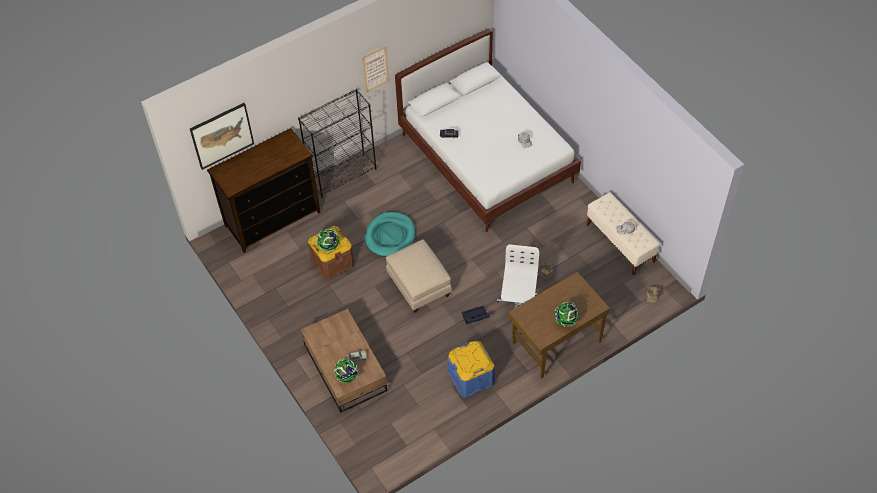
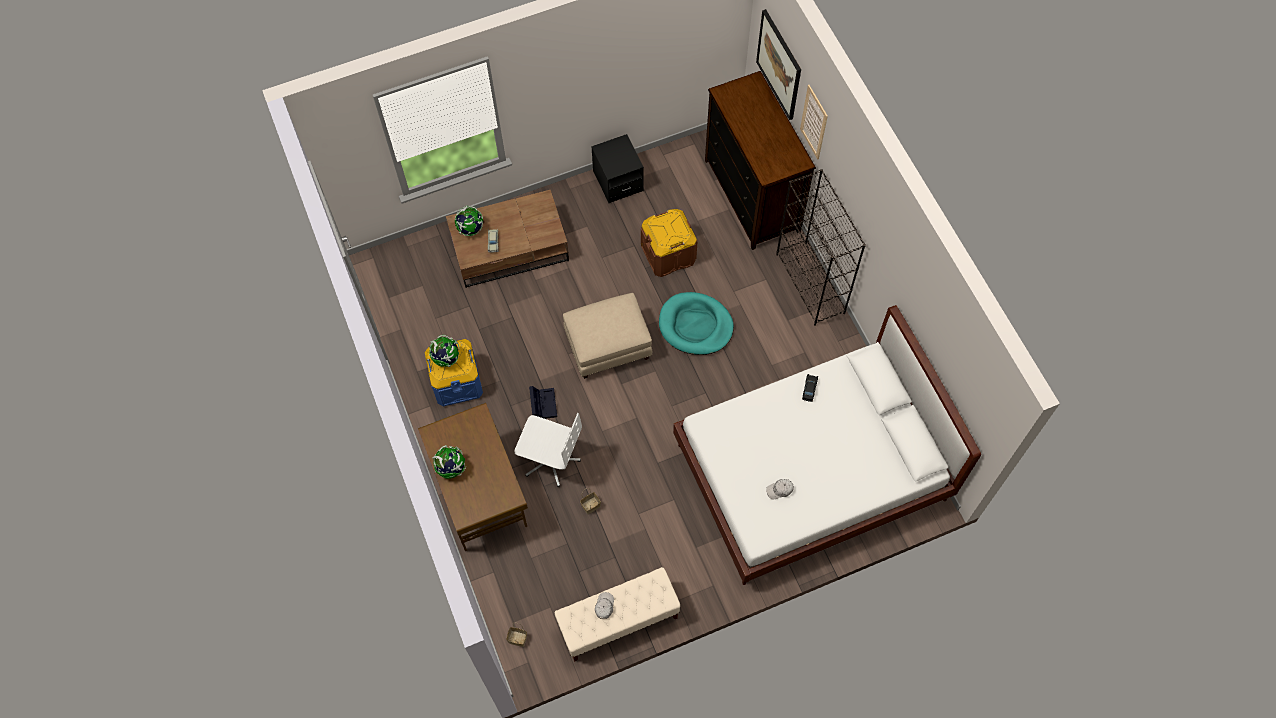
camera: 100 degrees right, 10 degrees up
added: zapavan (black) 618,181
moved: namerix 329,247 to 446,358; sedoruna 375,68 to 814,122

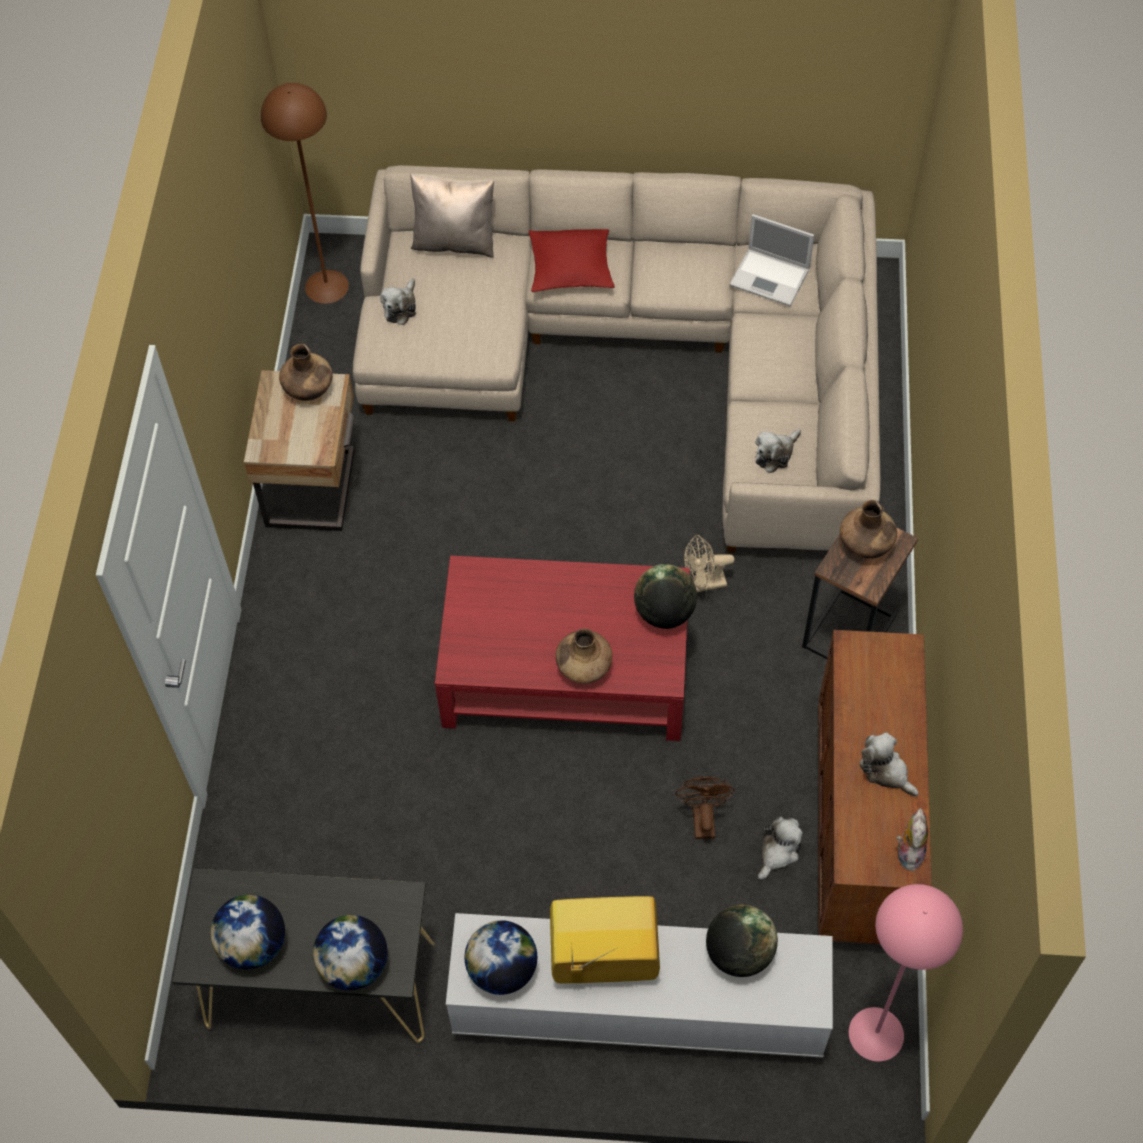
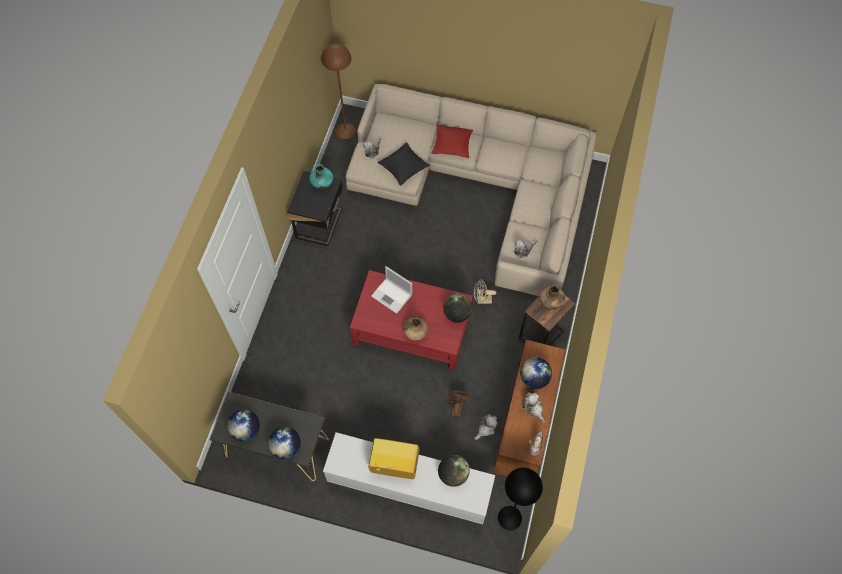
camera: 10 degrees right, 5 degrees up
removed: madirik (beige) 455,241
added: madirik (black) 403,167
moved: namerix 502,969 to 534,378; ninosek 771,277 to 392,295
recoloured: zapavan (beige) 314,488 to zapavan (black) 320,224; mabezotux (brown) 309,390 to mabezotux (turquoise) 322,183; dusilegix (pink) 875,1033 to dusilegix (black) 509,517

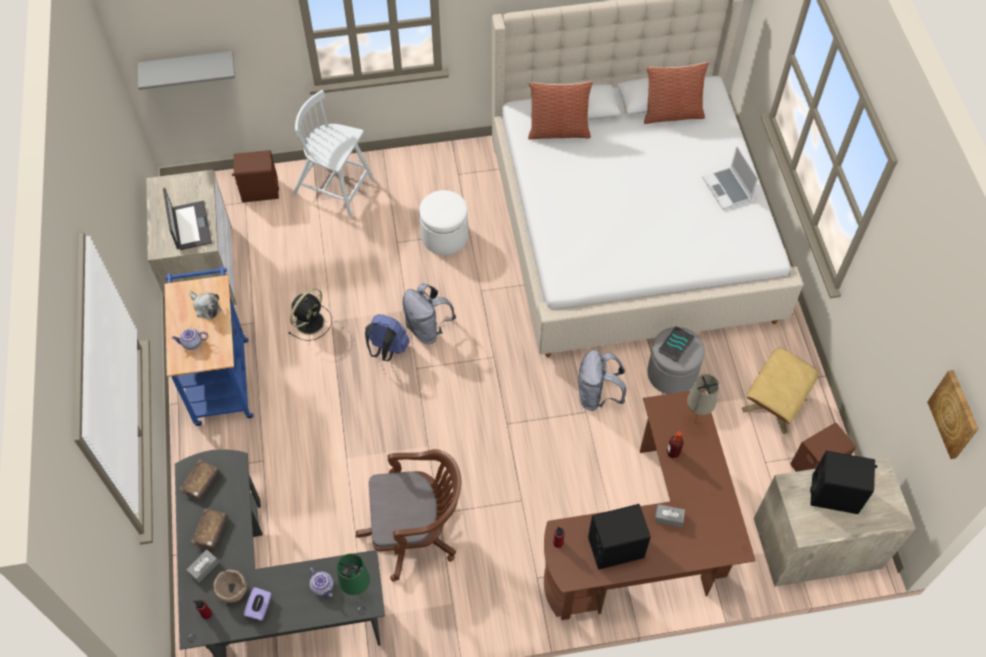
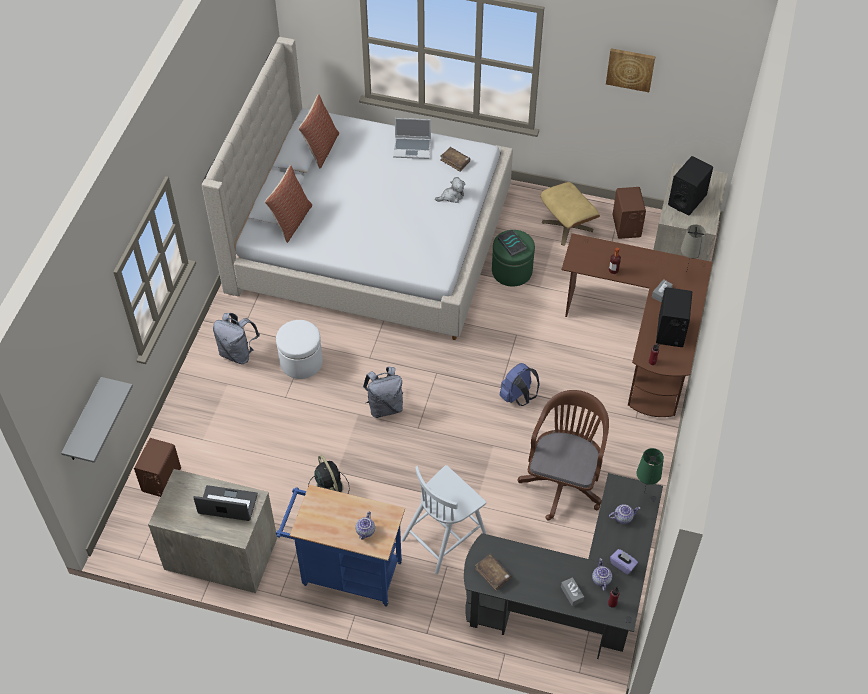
camera: 65 degrees left, 5 degrees down
moved: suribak 206,307 to 451,196; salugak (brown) 211,531 to 455,161; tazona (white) 334,187 to 444,535; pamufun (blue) 387,350 to 518,397; pamufun (grey) 597,396 to 238,353; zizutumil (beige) 693,425 to 685,275; sedoruna 955,414 to 630,69
replaced: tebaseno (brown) 232,591 to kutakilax 600,579
recoloured: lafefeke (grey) 672,373 to lafefeke (green) 512,271

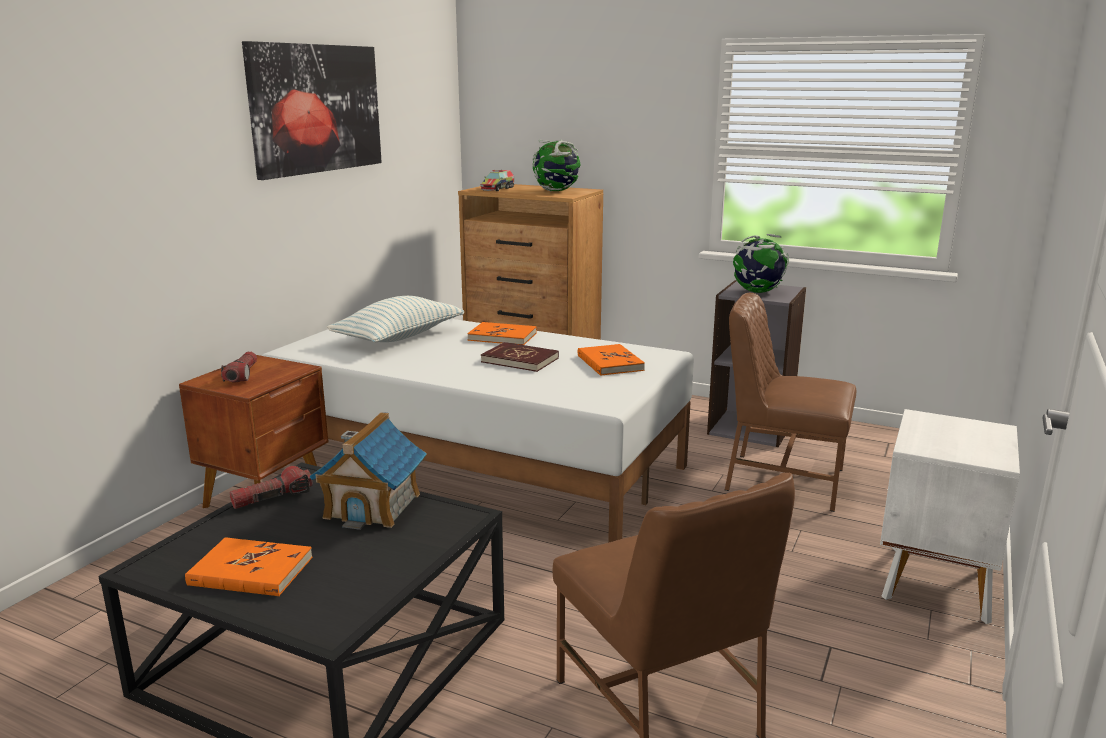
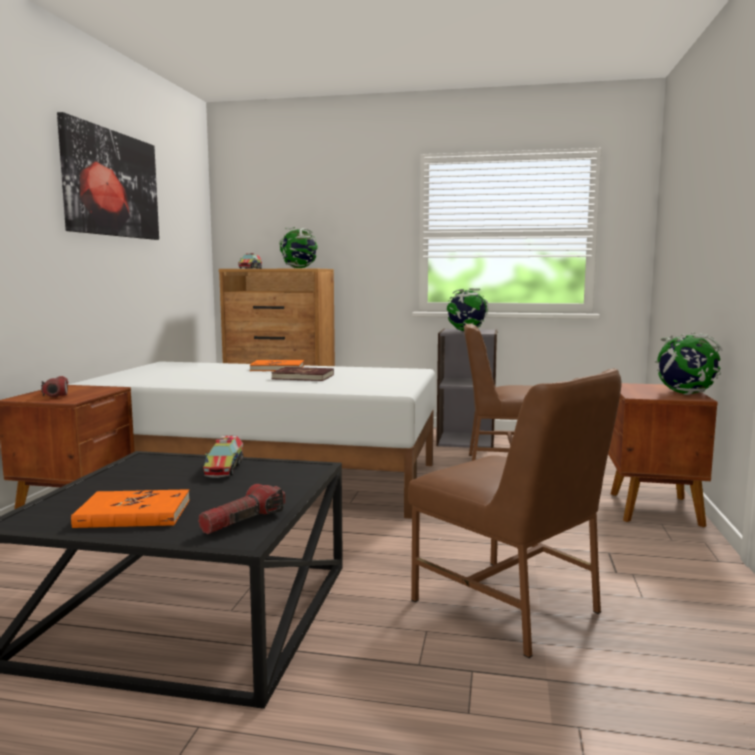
camera: 15 degrees left, 10 degrees down
removed: madirik 399,337; salugak (orange) 609,363
added: namerix 685,393
moved: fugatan 272,498 to 243,521
replaced: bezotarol 373,505 to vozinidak 224,468
recoloured: zapavan (white) 934,583 to zapavan (brown) 653,509

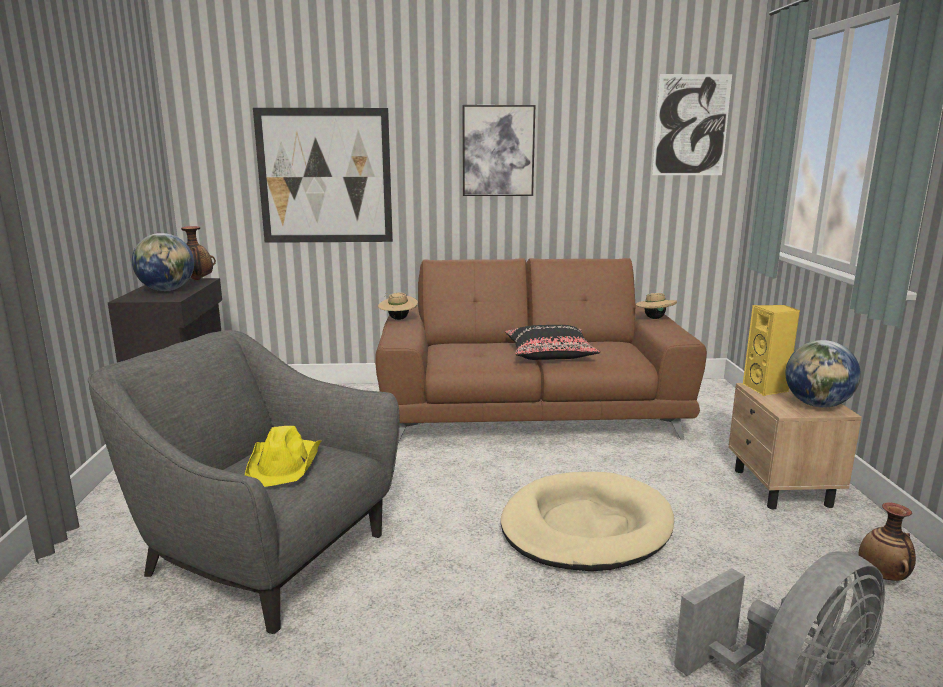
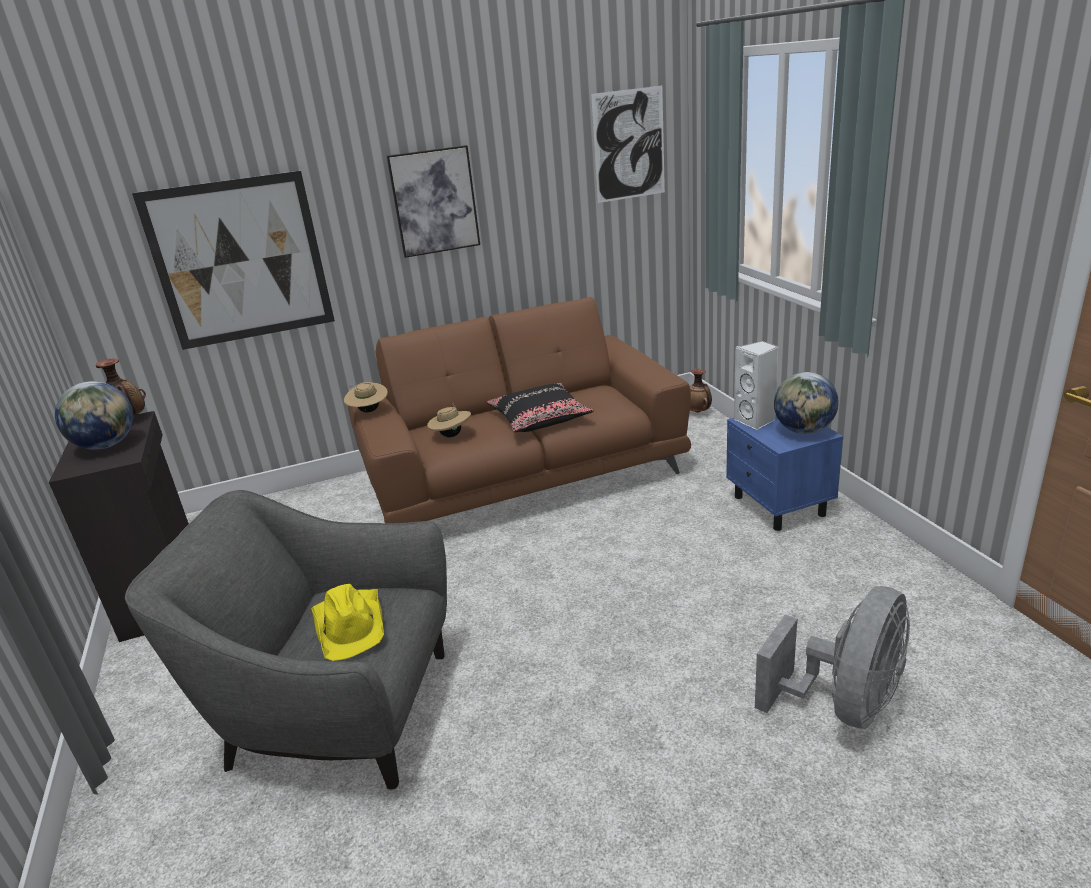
camera: 15 degrees left, 10 degrees up
removed: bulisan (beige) 585,527
moved: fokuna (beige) 654,318 to 451,435; mabezotux 882,577 to 698,412
recoloured: zapavan (beige) 781,488 to zapavan (blue) 779,506; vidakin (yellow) 766,389 to vidakin (white) 756,421

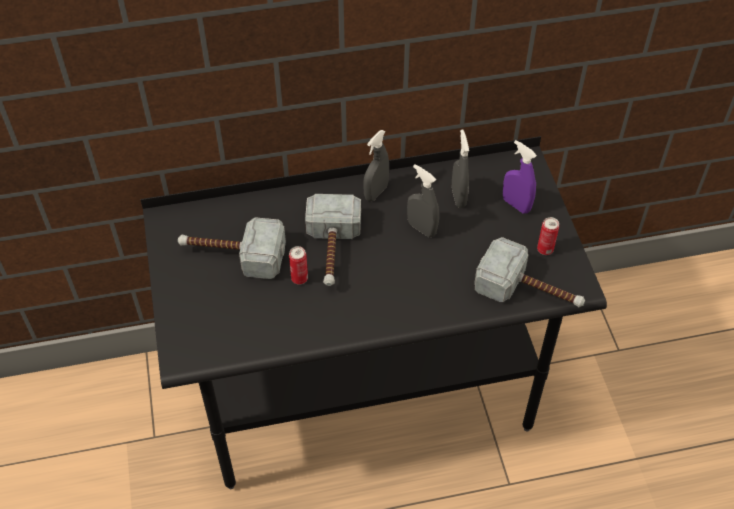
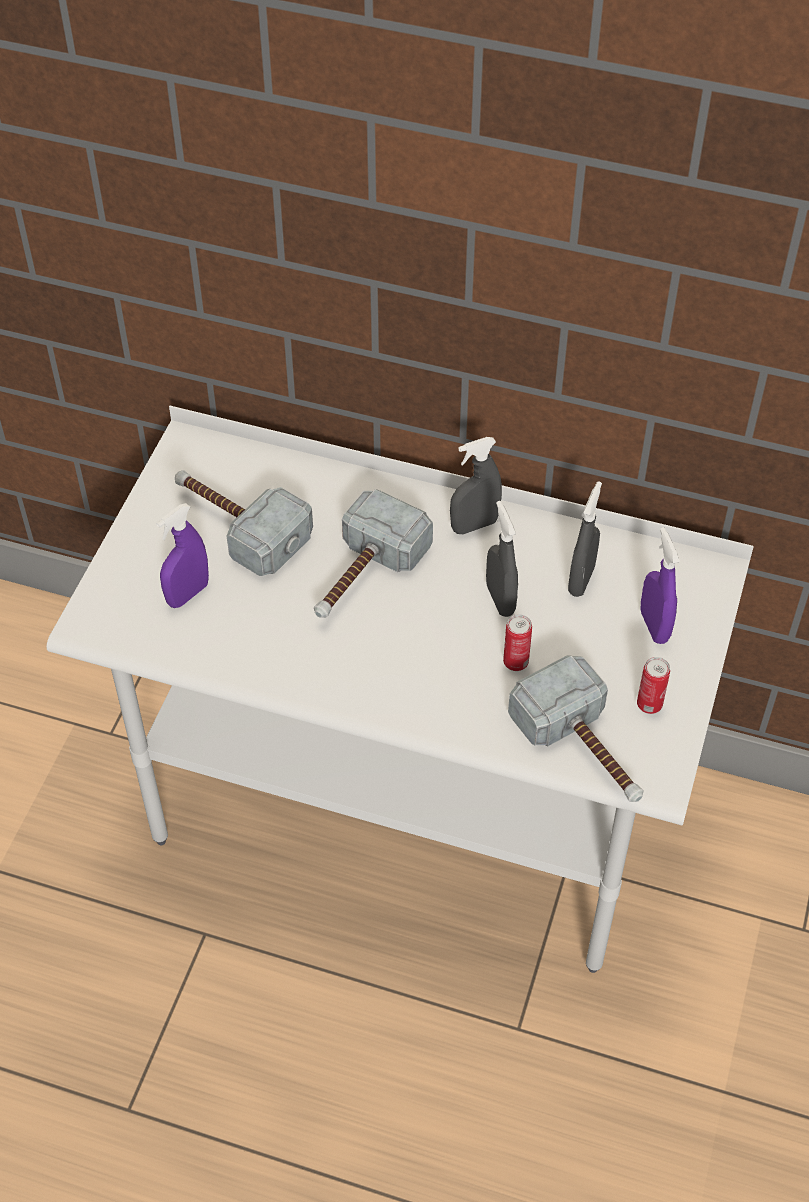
camera: 30 degrees right, 0 degrees up
added: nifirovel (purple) 188,594
moved: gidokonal 299,278 to 515,662
recoloured: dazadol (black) 366,395 to dazadol (white) 405,813

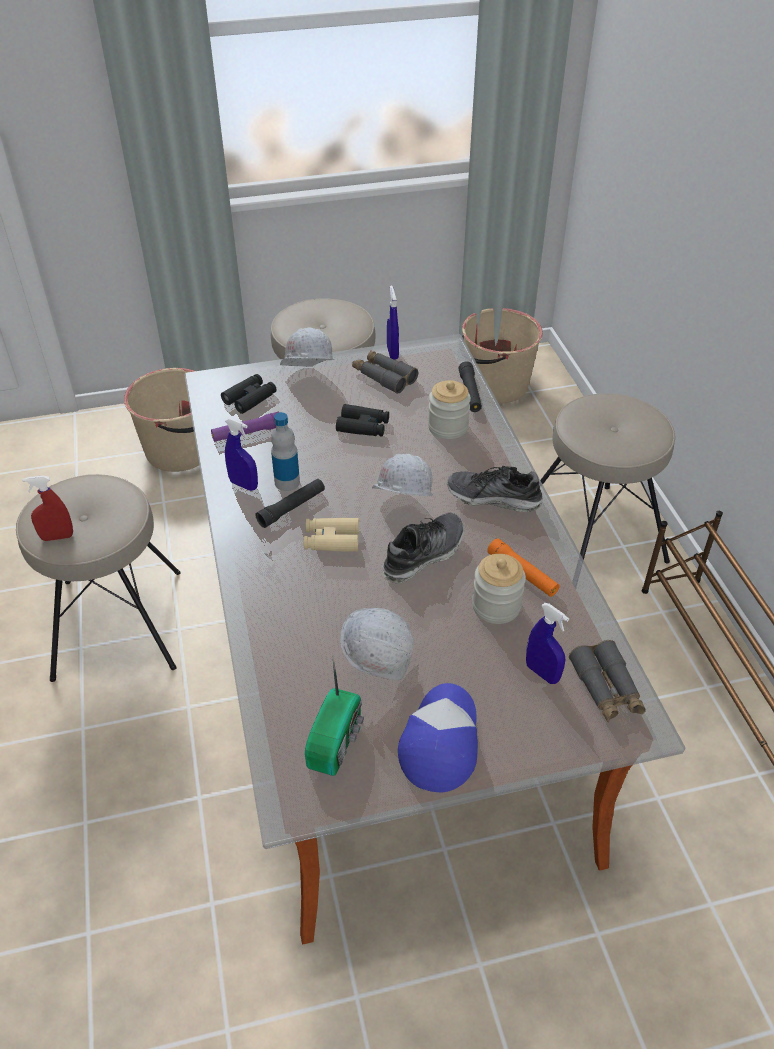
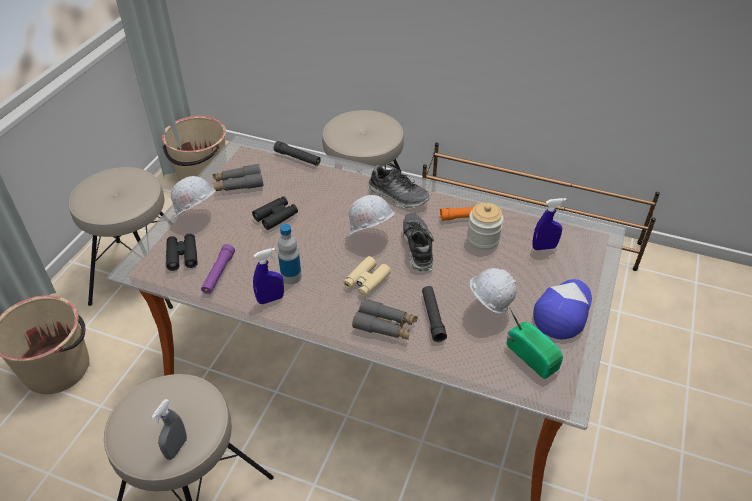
camera: 55 degrees left, 0 degrees up
removed: nifirovel (blue) 392,353; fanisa 448,427
moved: fugatan (black) 292,508 to 433,317; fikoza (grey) 606,688 to 385,325
recoloured: nifirovel (red) 57,537 to nifirovel (grey) 176,448
turned: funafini 440,741 = 563,311 75 degrees clockwise; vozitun 493,498 = 398,196 105 degrees counterclockwise

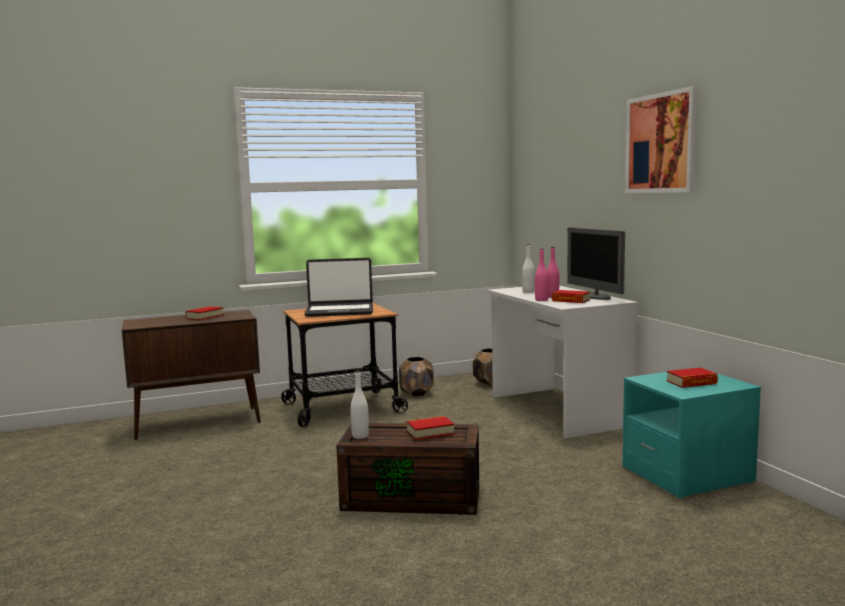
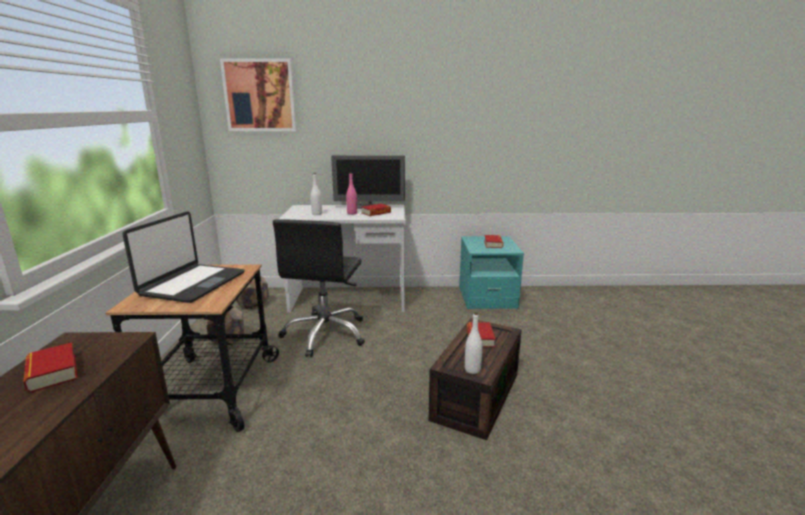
camera: 70 degrees left, 10 degrees up
removed: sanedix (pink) 541,300
added: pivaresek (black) 325,334
moved: sedoruna 662,143 to 260,95

